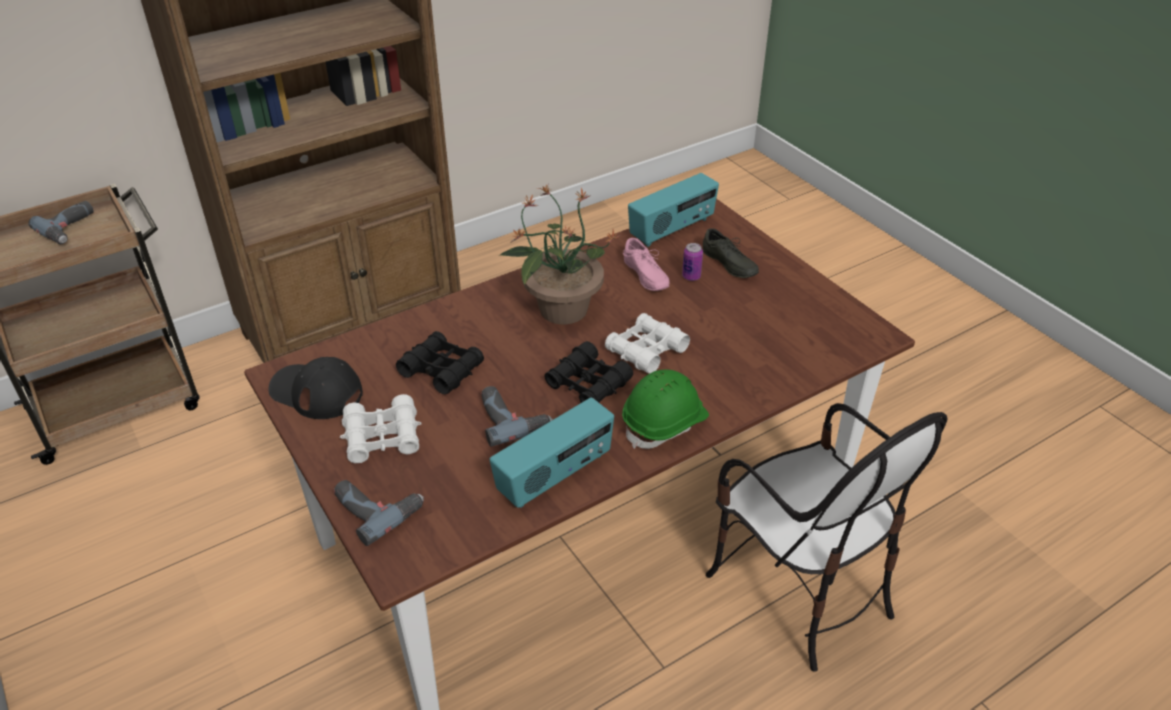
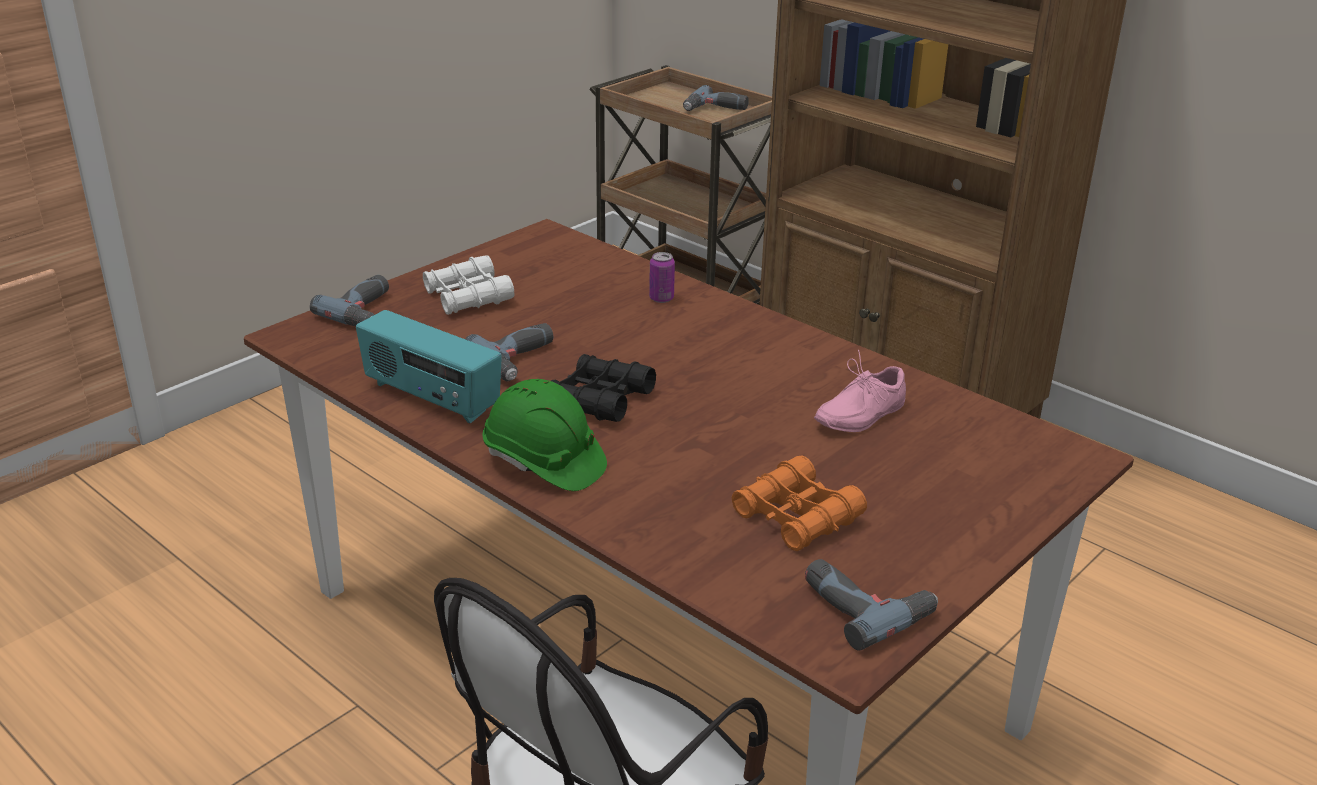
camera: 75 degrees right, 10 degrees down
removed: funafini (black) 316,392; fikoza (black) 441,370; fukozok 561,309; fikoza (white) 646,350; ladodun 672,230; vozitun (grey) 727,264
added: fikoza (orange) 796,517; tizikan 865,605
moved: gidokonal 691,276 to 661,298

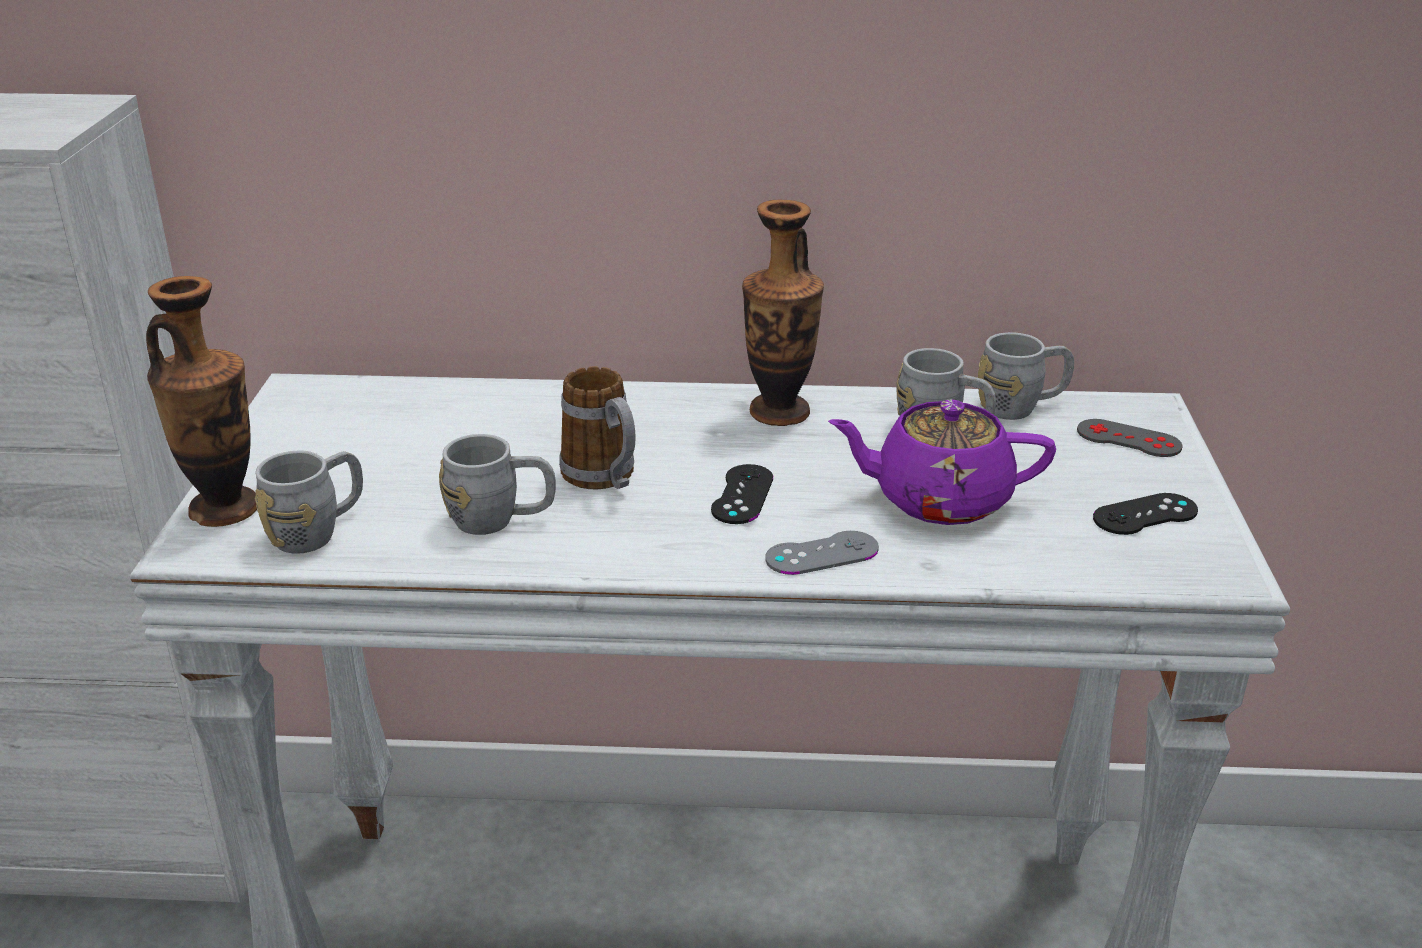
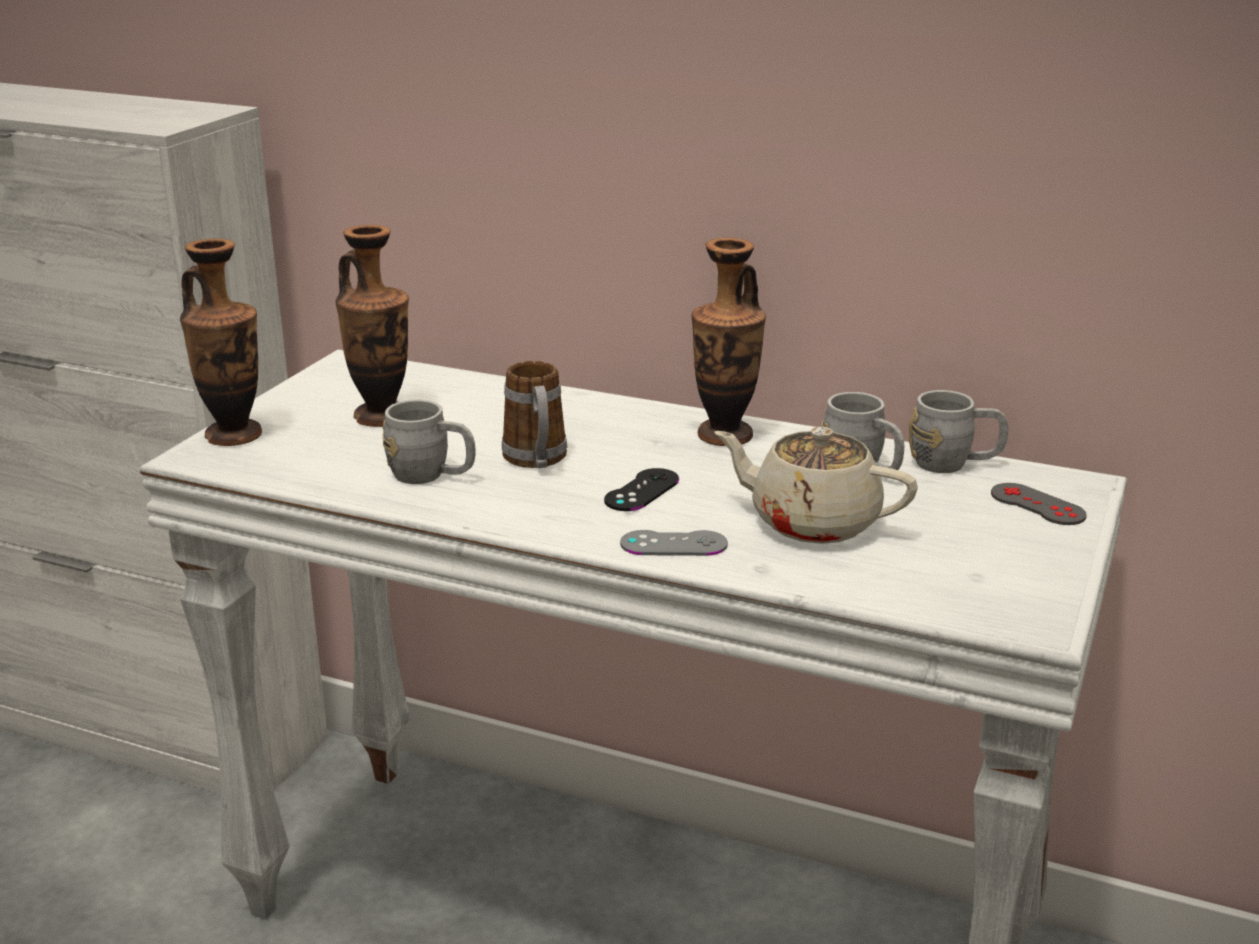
camera: 20 degrees right, 5 degrees down
removed: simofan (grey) 318,531; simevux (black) 1145,515
added: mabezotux 381,417
recoloured: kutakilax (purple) 938,499 to kutakilax (beige) 812,522

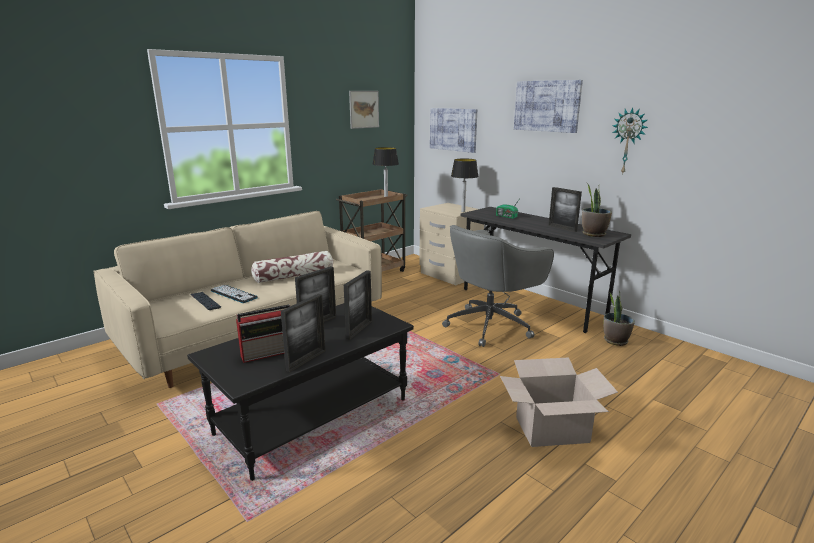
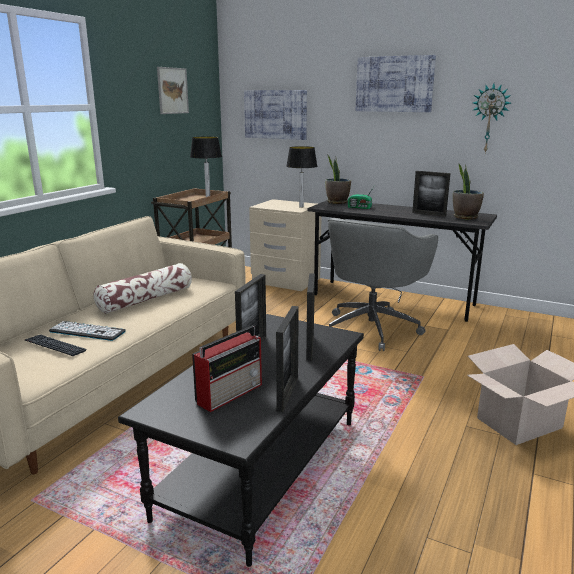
camera: 20 degrees left, 0 degrees up
moved: fukozok 615,341 to 337,202

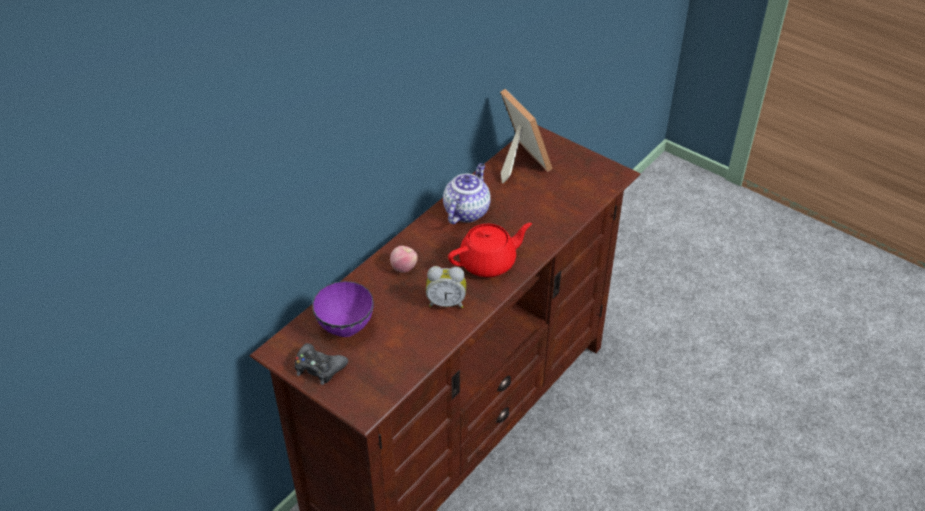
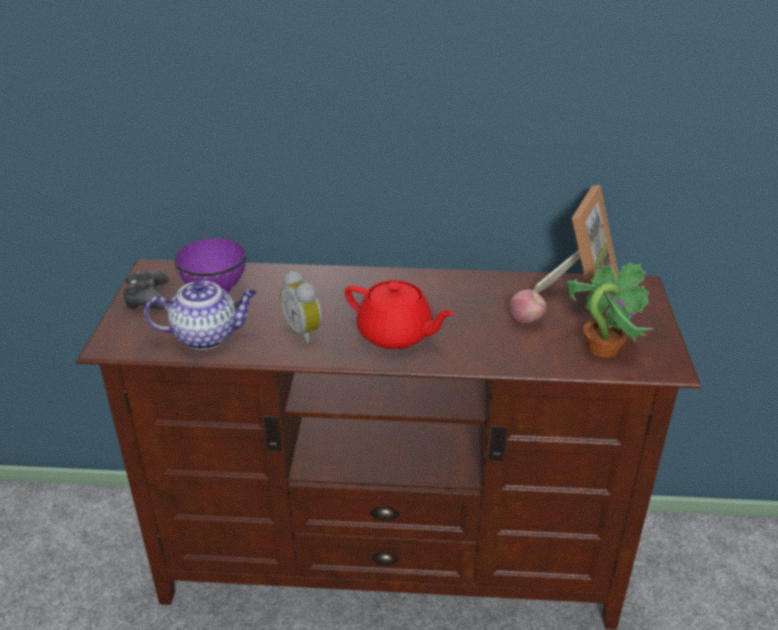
camera: 55 degrees right, 10 degrees down
added: fukozok 601,348
moved: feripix 404,268 to 526,320; kutakilax 466,211 to 207,336

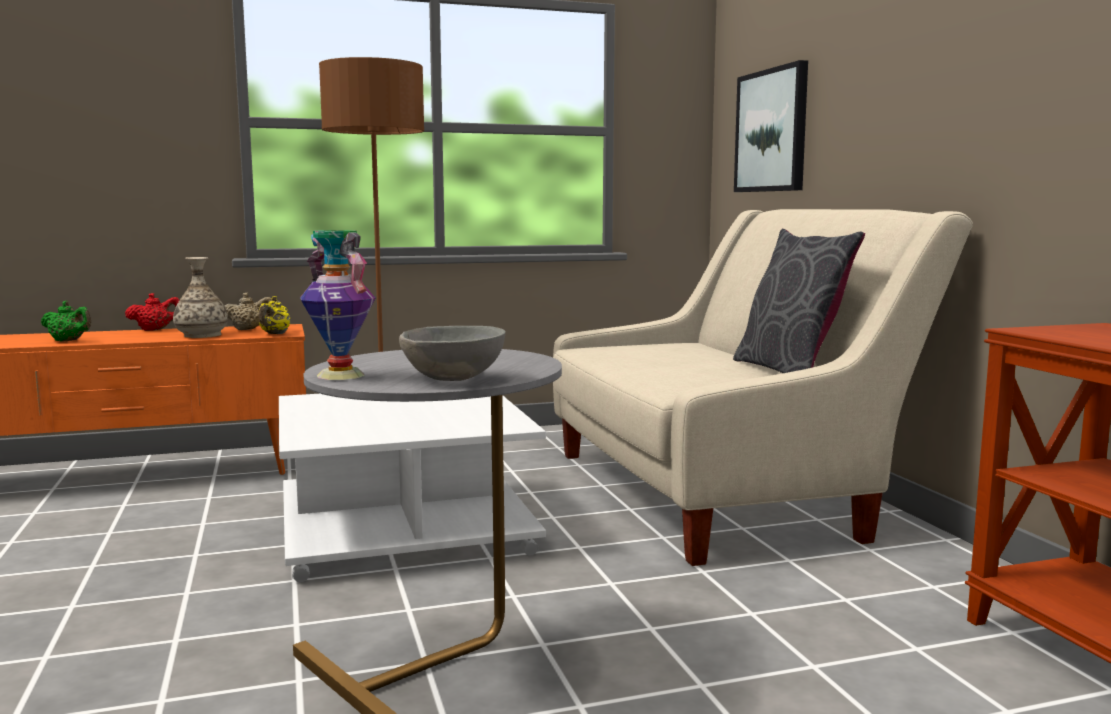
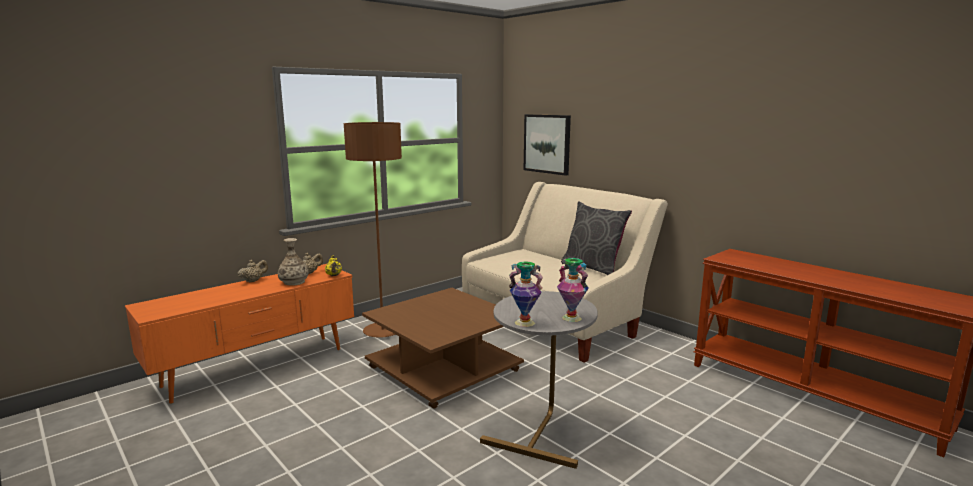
camera: 25 degrees left, 5 degrees up
removed: kutakilax (green) 69,341
replaced: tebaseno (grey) 454,379 to mabezotux 571,318
recoloured: kutakilax (red) 155,330 to kutakilax (beige) 254,281; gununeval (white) 407,528 to gununeval (brown) 445,369

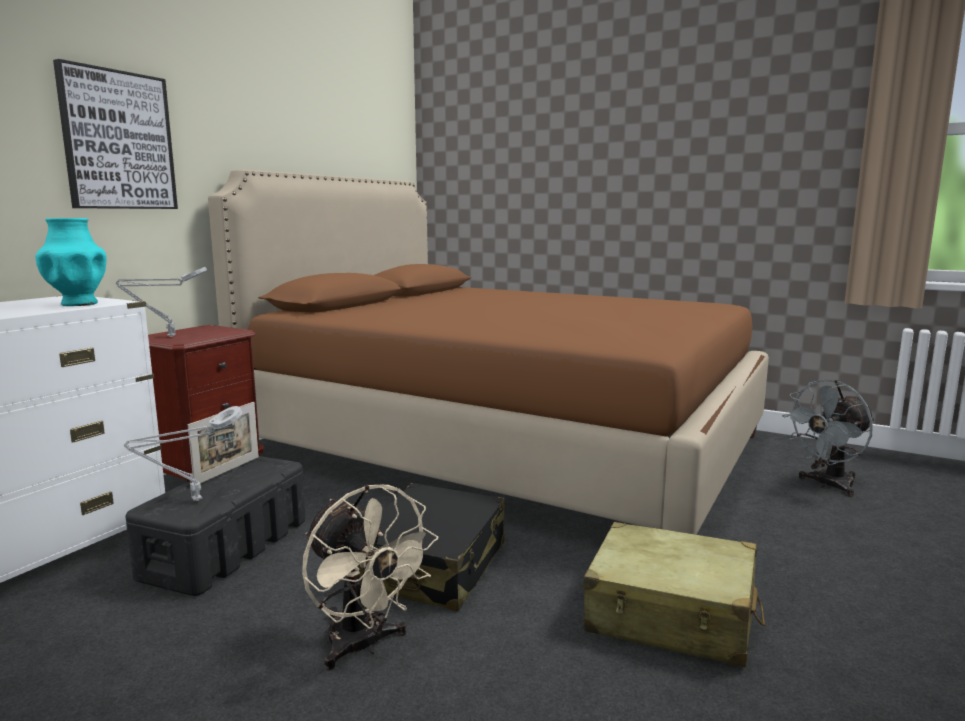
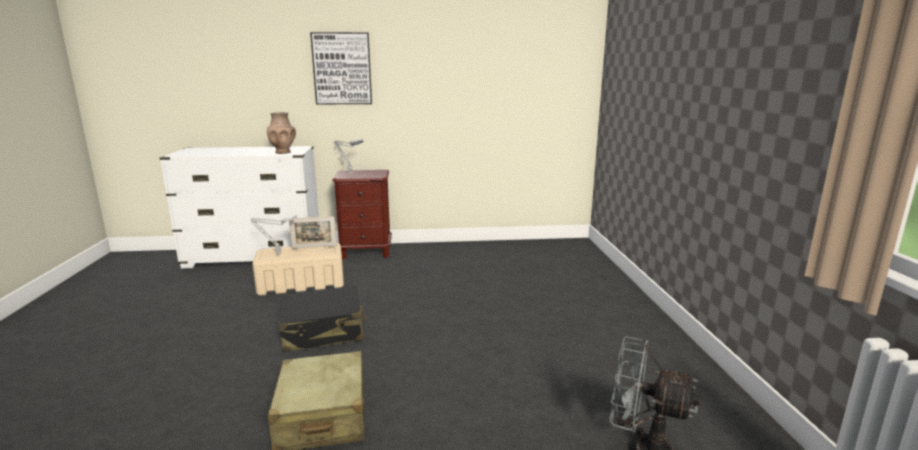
camera: 55 degrees right, 5 degrees up
removed: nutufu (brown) 505,444; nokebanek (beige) 364,646
recoloured: mabezotux (turquoise) 78,304 to mabezotux (brown) 283,152; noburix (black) 228,548 to noburix (beige) 302,284

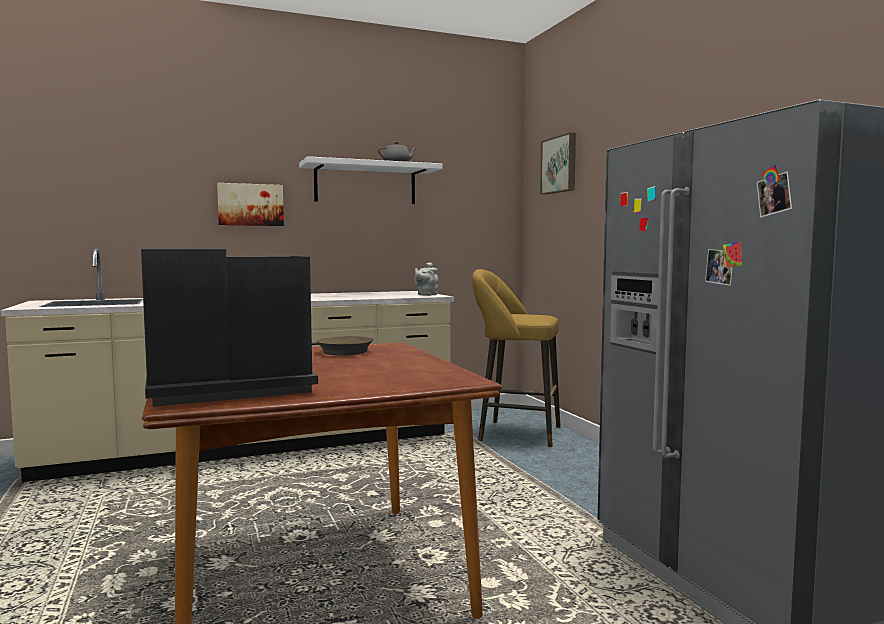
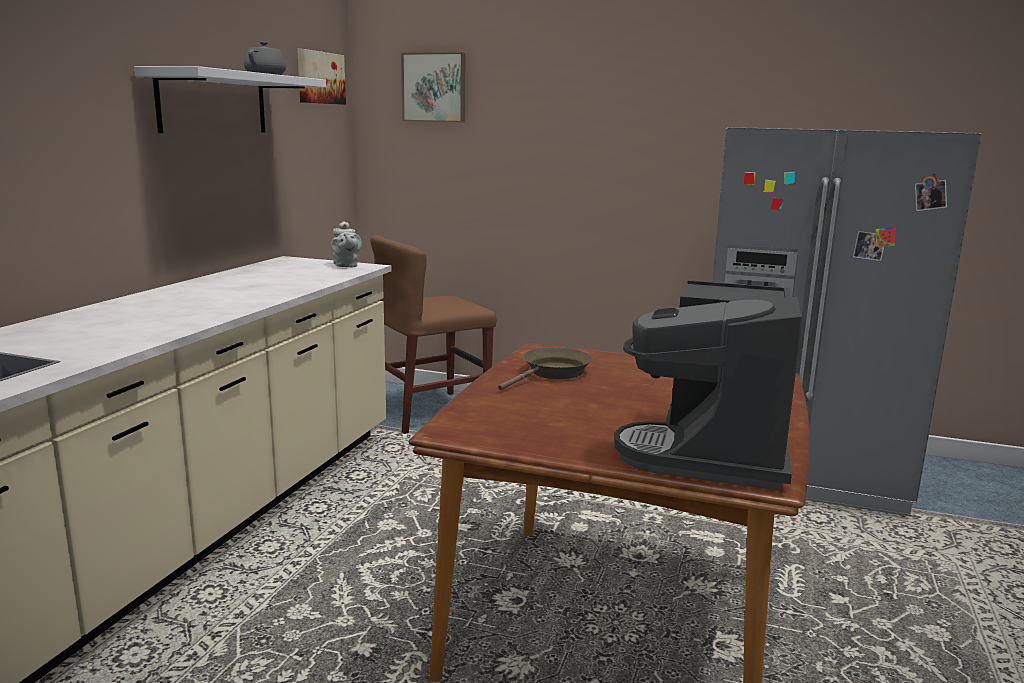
camera: 50 degrees left, 10 degrees up
moved: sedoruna 250,205 to 319,78
replaced: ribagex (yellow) 514,433 to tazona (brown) 429,412

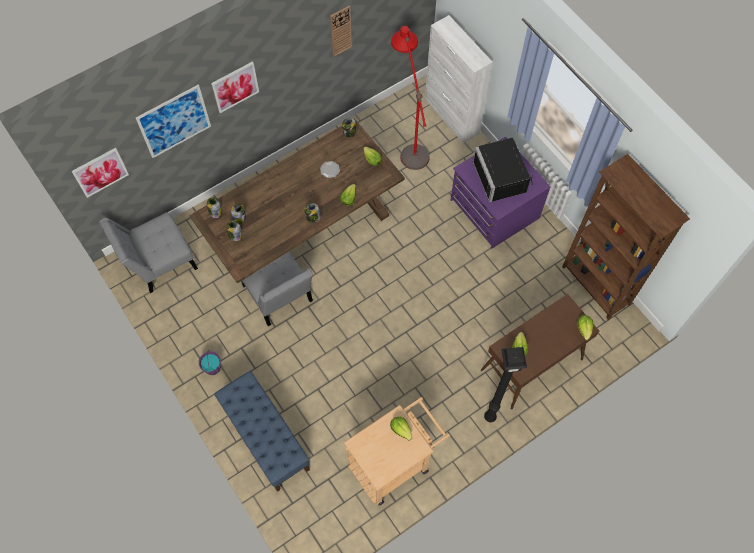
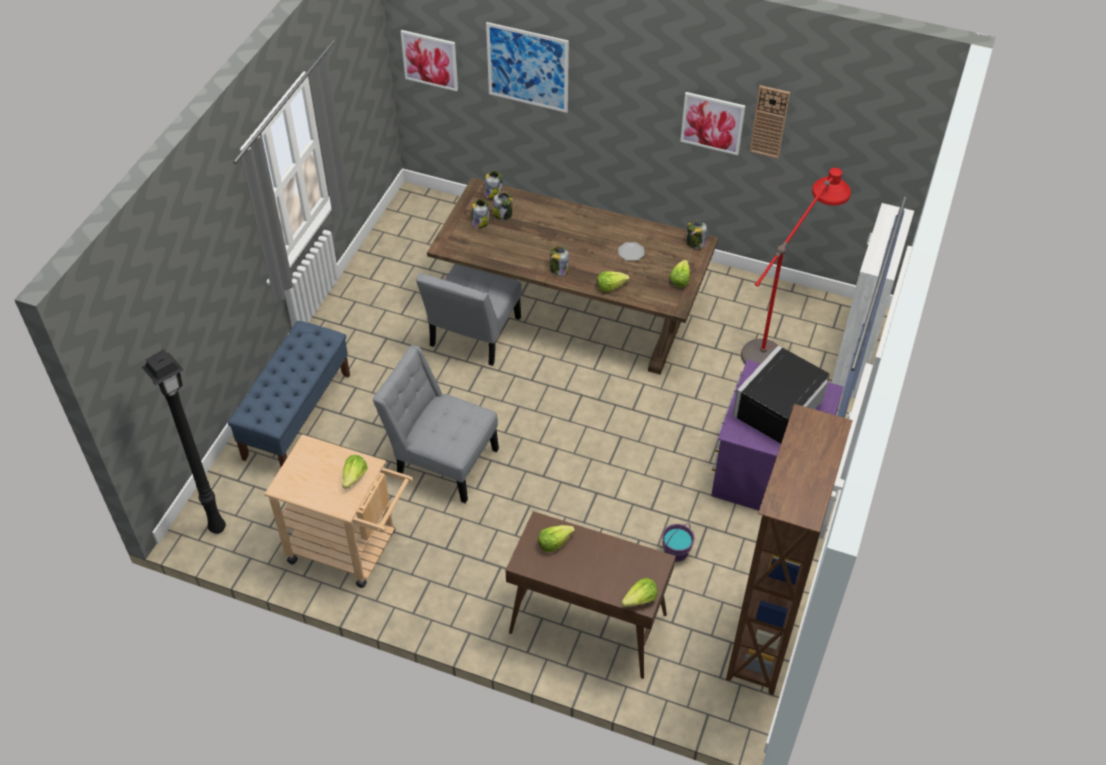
camera: 55 degrees right, 15 degrees down
moved: tazona (grey) 159,263 to 442,460; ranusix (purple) 212,367 to 676,551; sedoruna 235,87 to 712,123; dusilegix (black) 489,418 to 216,528

